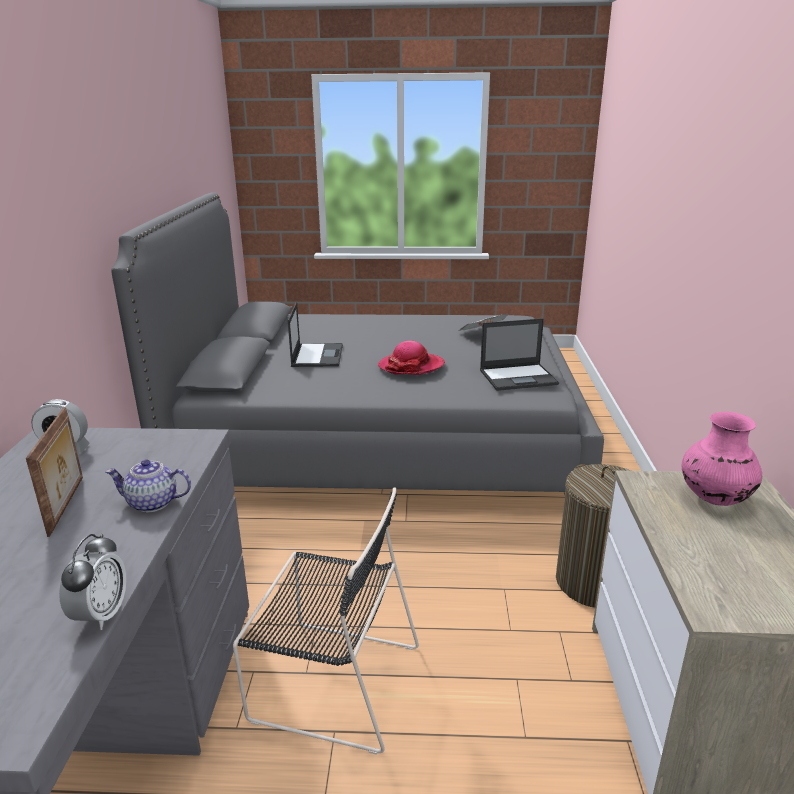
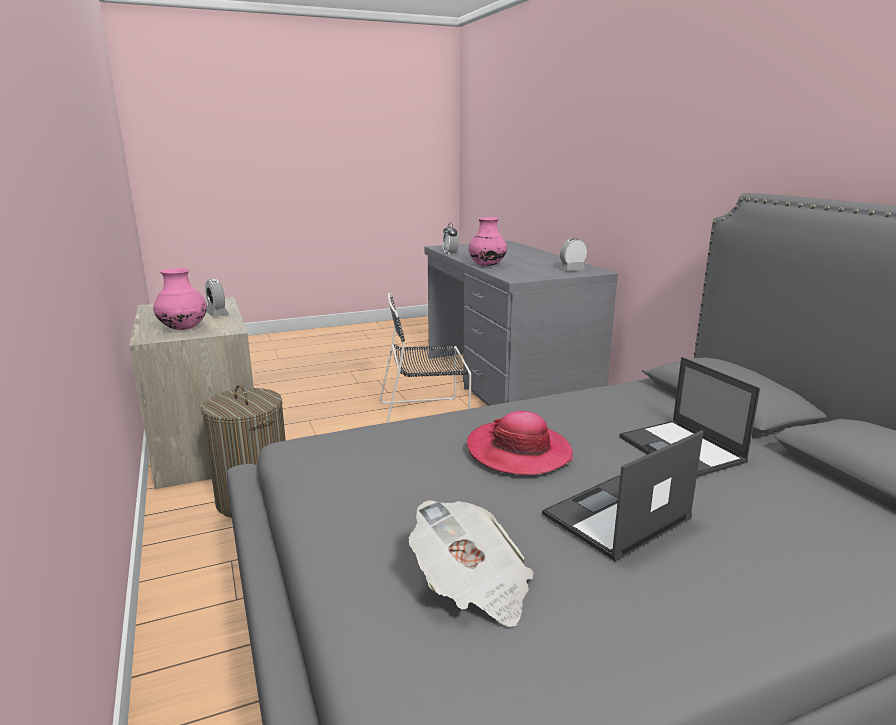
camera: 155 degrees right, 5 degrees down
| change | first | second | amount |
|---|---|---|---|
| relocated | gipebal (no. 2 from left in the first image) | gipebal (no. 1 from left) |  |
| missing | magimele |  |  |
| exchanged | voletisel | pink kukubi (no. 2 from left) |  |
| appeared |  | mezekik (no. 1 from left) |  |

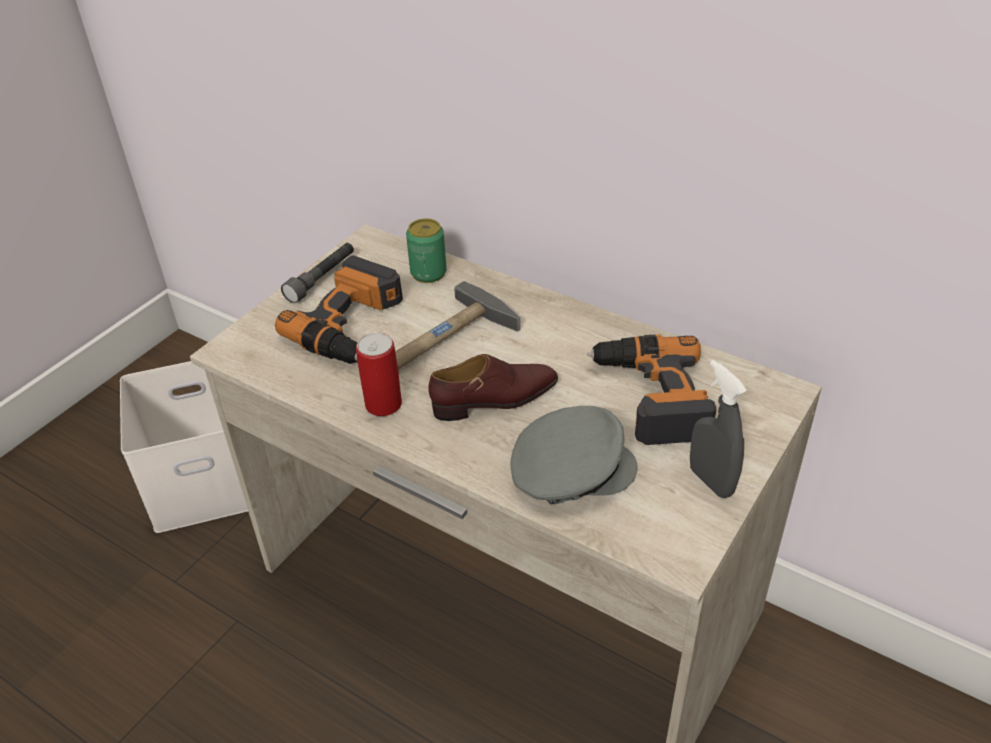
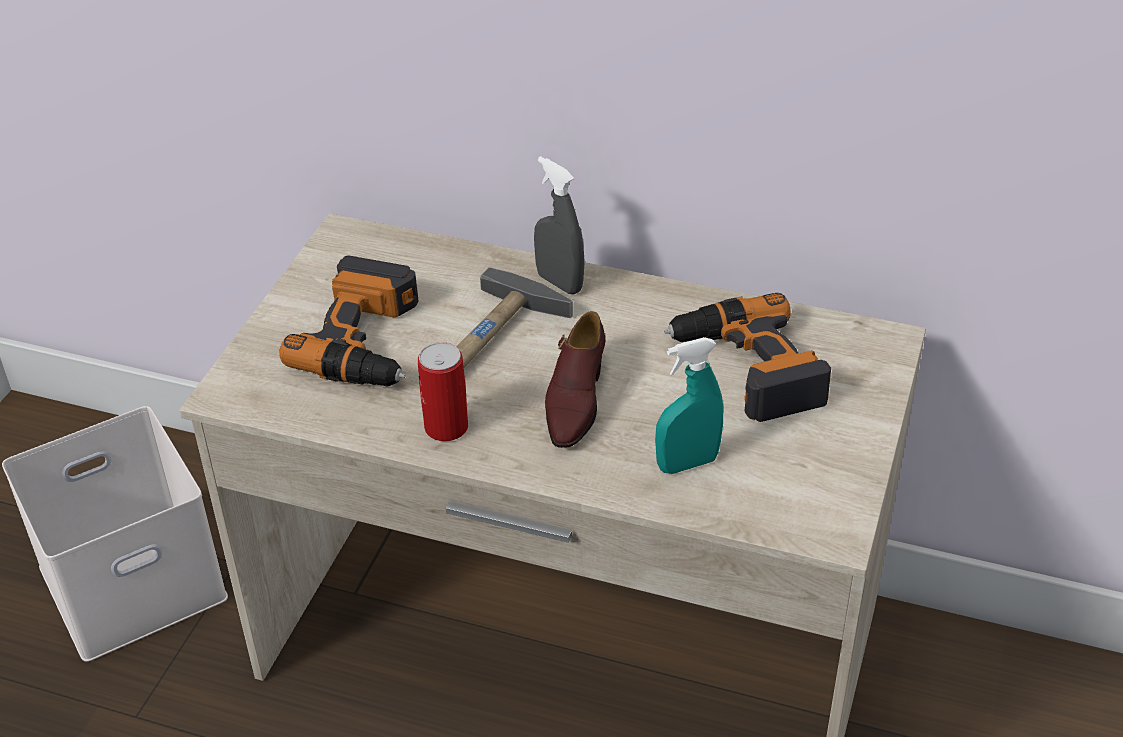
camera: 15 degrees left, 0 degrees up
| change | first | second | amount |
|---|---|---|---|
| missing | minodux (no. 2 from left) |  |  |
| missing | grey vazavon |  |  |
| spun | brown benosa |  | 135 degrees clockwise |
| relocated | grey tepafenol |  |  |
| exchanged | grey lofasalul | turquoise tepafenol |  |

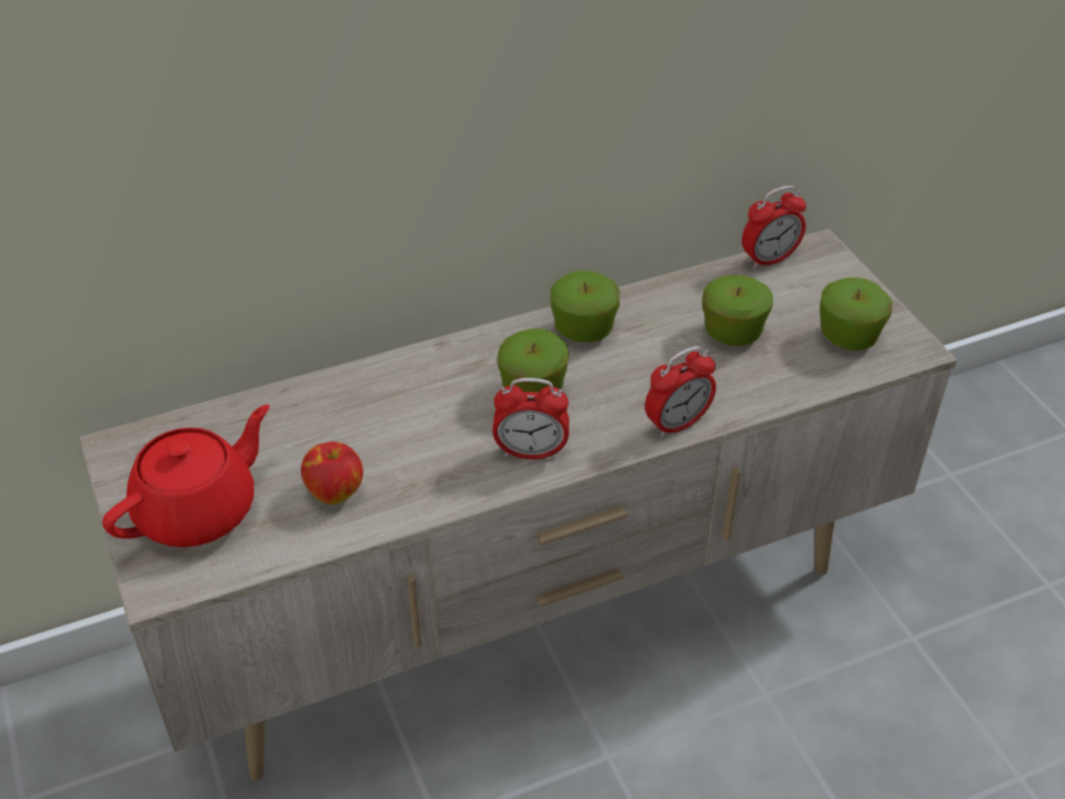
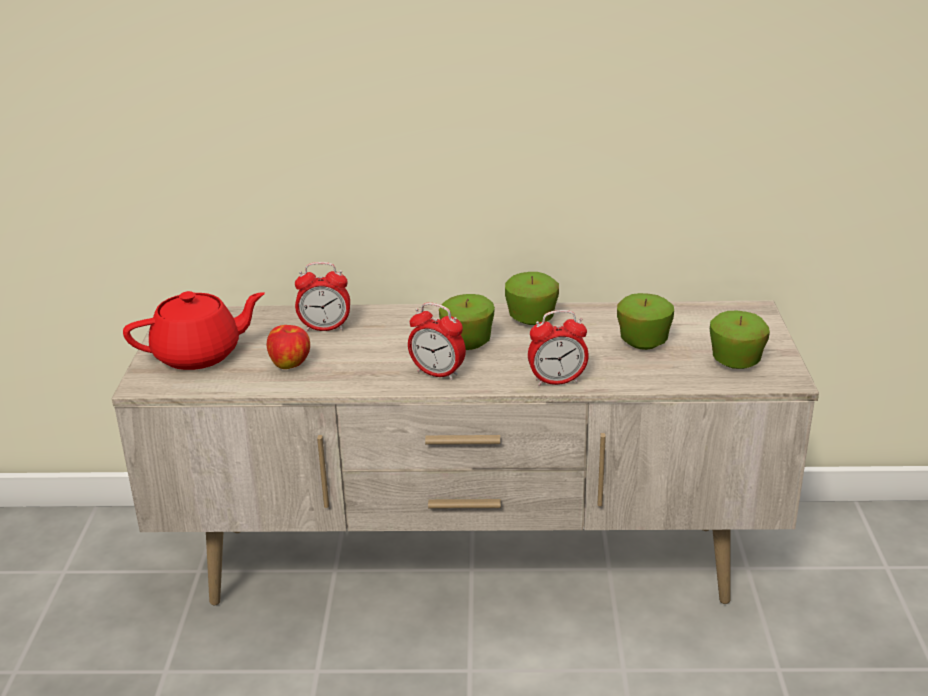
camera: 25 degrees right, 15 degrees down
| change | first | second | amount |
|---|---|---|---|
| relocated | mezekik (no. 3 from left in the first image) | mezekik (no. 1 from left) |  |

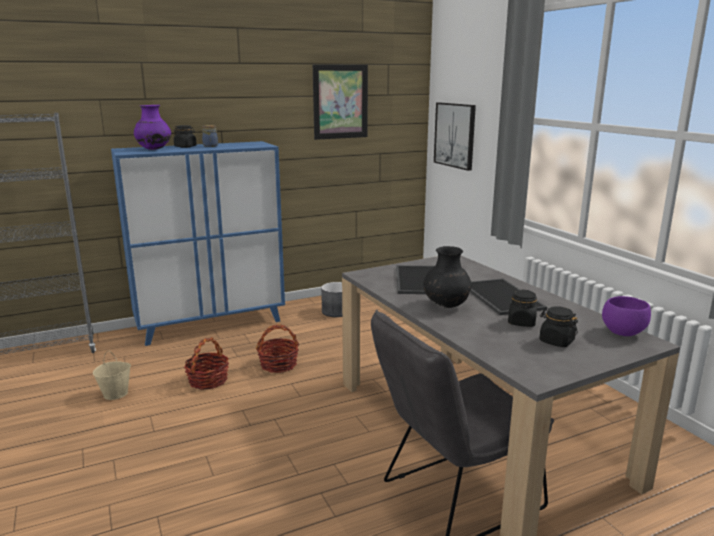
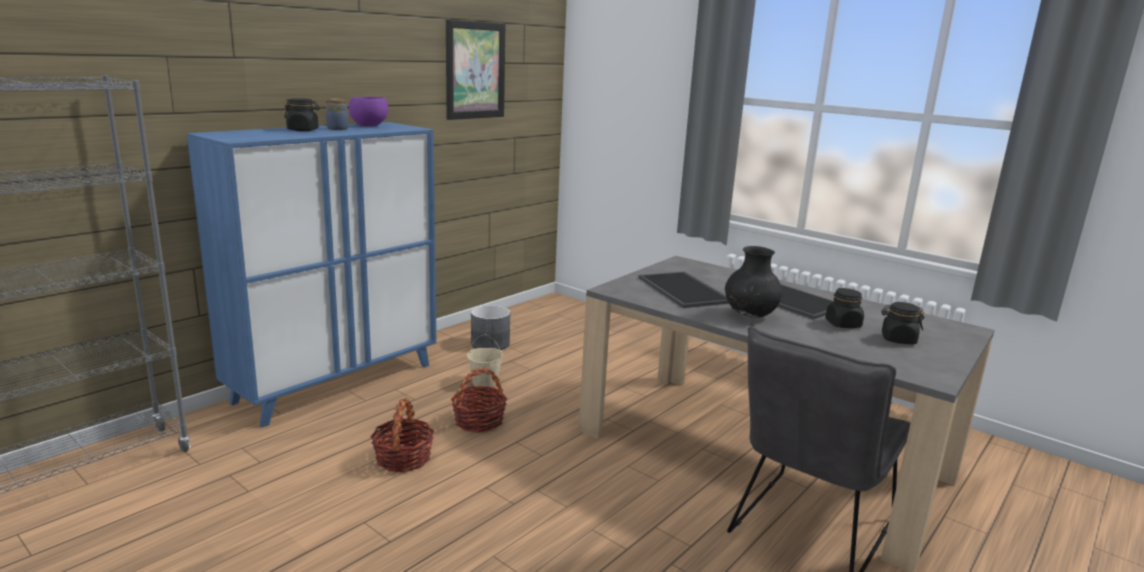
camera: 25 degrees left, 0 degrees up
| change | first | second | amount |
|---|---|---|---|
| missing | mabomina (no. 2 from left) |  |  |
| missing | purple kukubi |  |  |
| relocated | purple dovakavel |  |  |
| relocated | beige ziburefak |  |  |

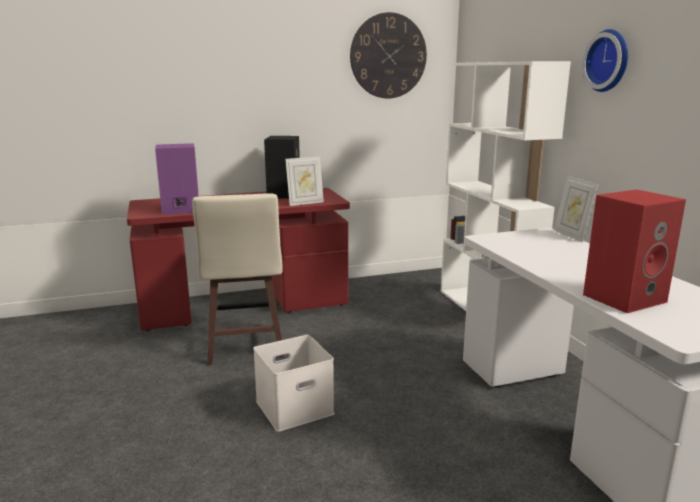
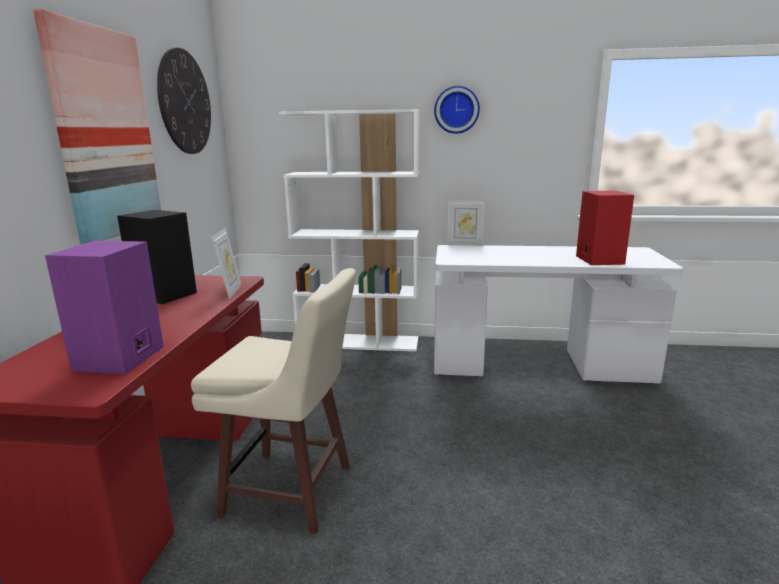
camera: 65 degrees left, 0 degrees up
| change | first | second | amount |
|---|---|---|---|
| missing | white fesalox |  |  |
| appeared |  | mabomina |  |

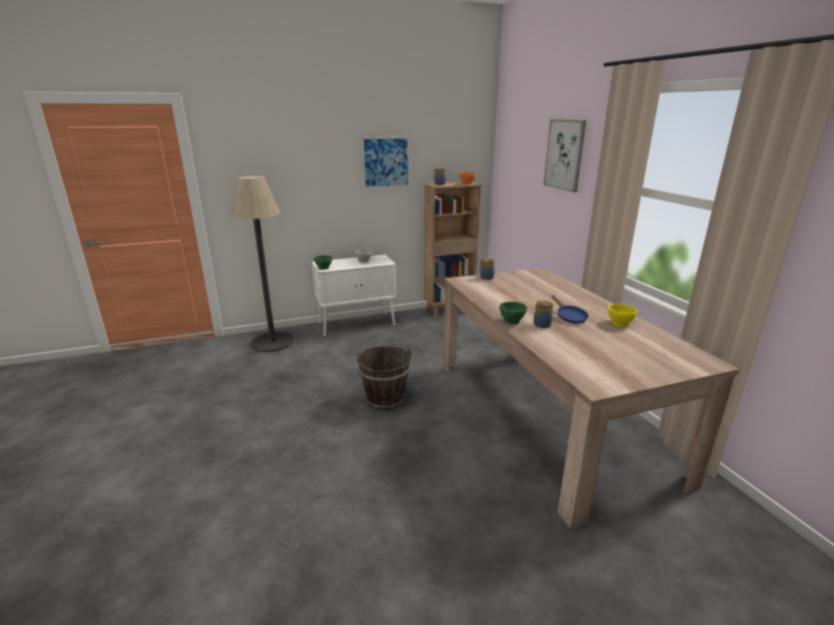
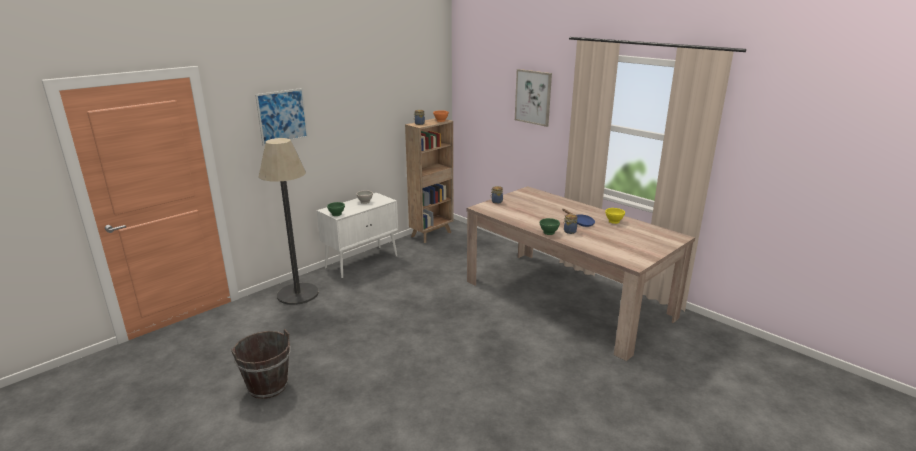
camera: 25 degrees left, 0 degrees up
| change | first | second | amount |
|---|---|---|---|
| relocated | mabomina (no. 1 from left) |  |  |
| relocated | brown ziburefak |  |  |

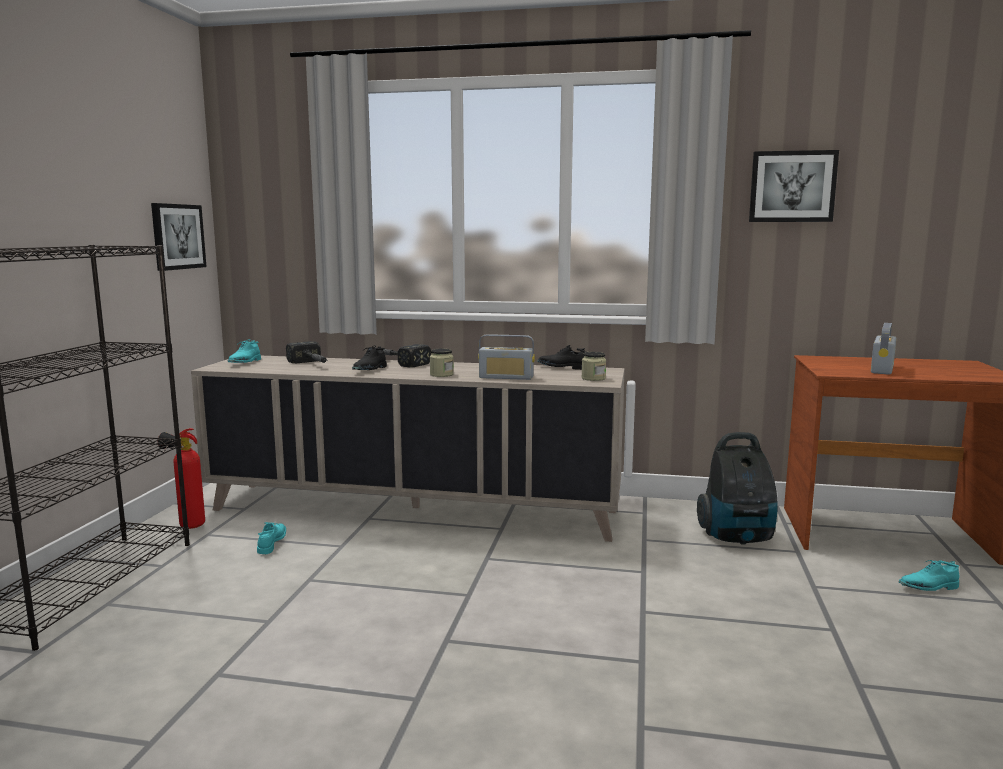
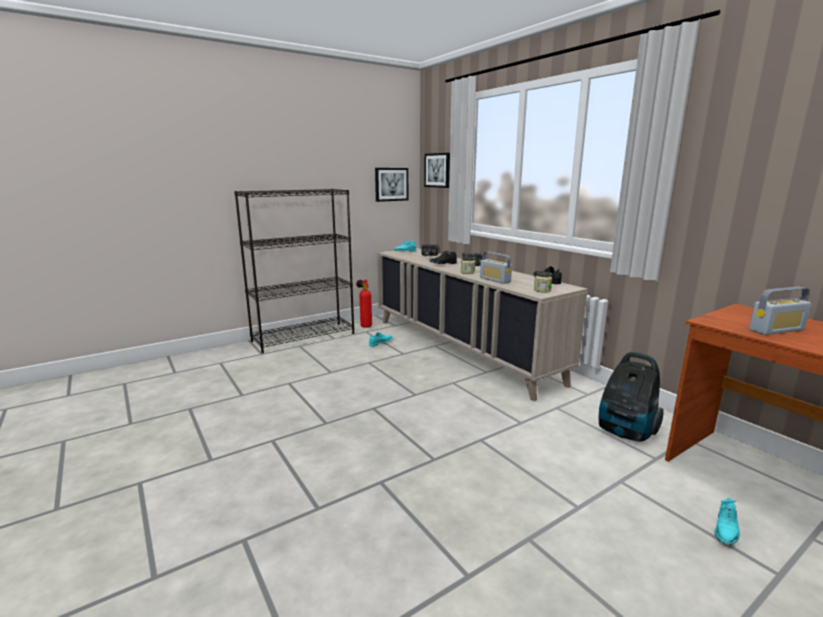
camera: 45 degrees right, 5 degrees up
| change | first | second | amount |
|---|---|---|---|
| relocated | mabomina (no. 2 from left) |  |  |
| spun | turquoise benosa (no. 3 from left) |  | 90 degrees counterclockwise |

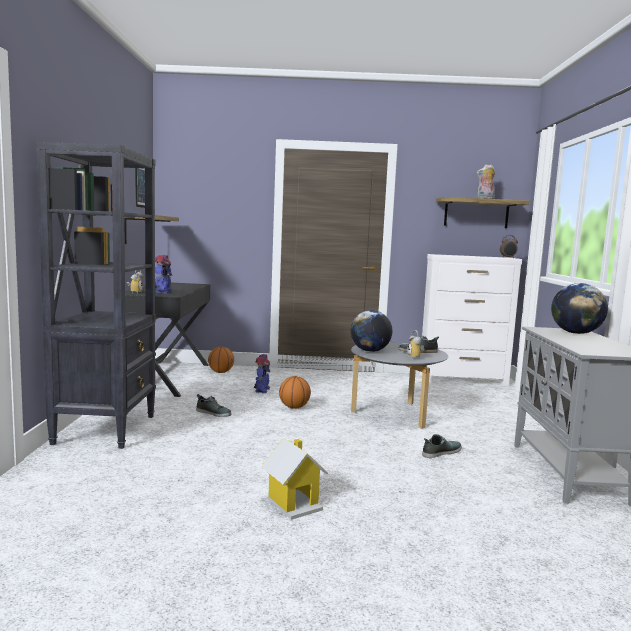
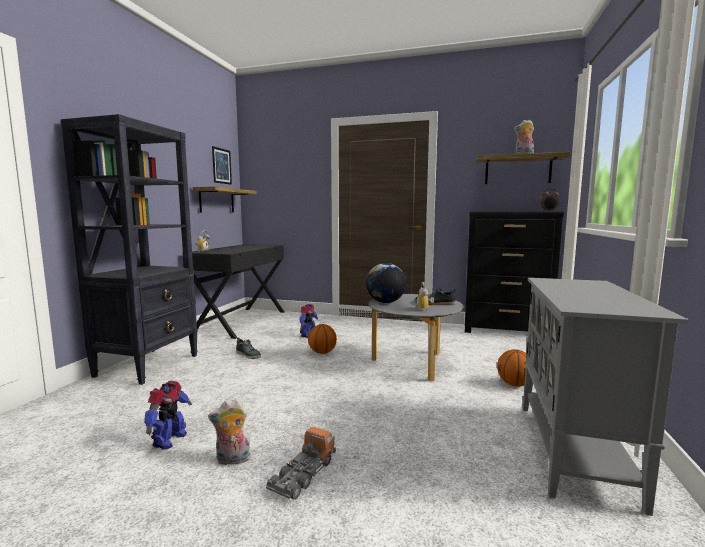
camera: 15 degrees right, 0 degrees up
| change | first | second | amount |
|---|---|---|---|
| colour | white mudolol | black mudolol |  |
| relocated | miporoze (no. 1 from left) |  |  |
| missing | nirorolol (no. 2 from left) |  |  |
| relocated | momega (no. 1 from left in the first image) | momega (no. 2 from left) |  |
| missing | benosa (no. 3 from left) |  |  |
| exchanged | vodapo | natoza (no. 1 from left) |  |
| appeared |  | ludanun |  |

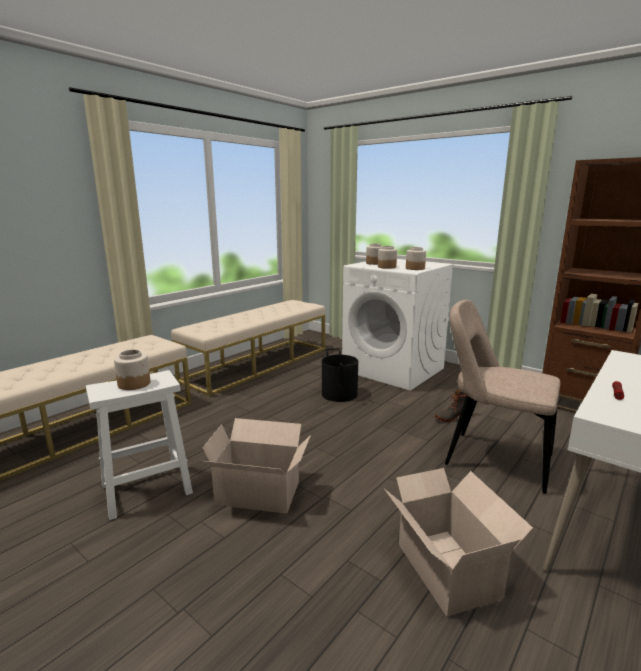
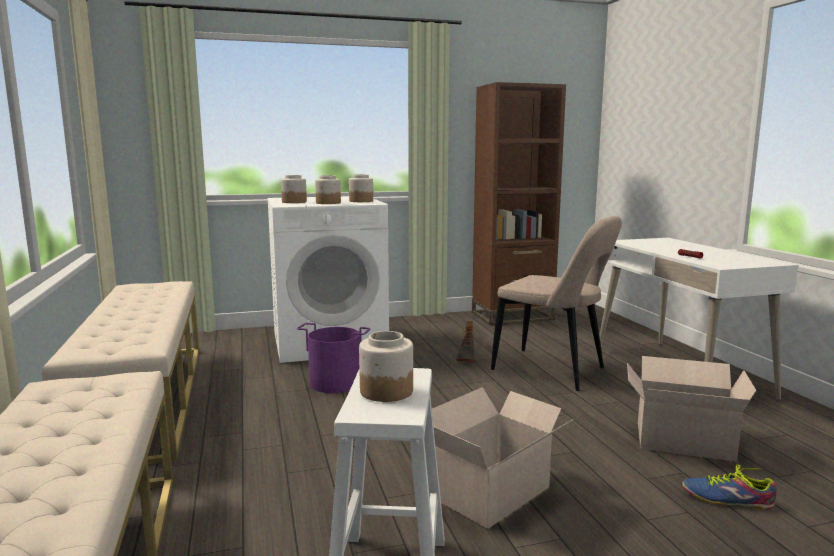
camera: 55 degrees left, 5 degrees down
| change | first | second | amount |
|---|---|---|---|
| spun | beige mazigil |  | 120 degrees counterclockwise |
| colour | black ziburefak | purple ziburefak |  |
| appeared |  | benosa |  |

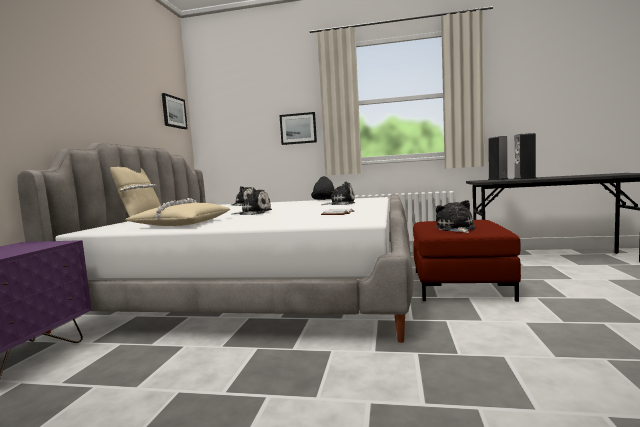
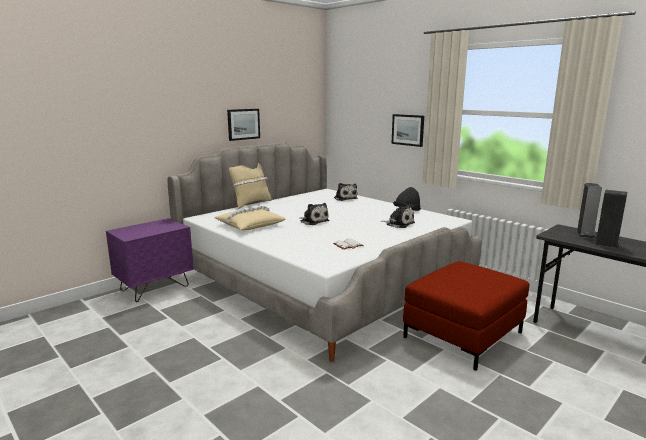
camera: 35 degrees right, 10 degrees up
| change | first | second | amount |
|---|---|---|---|
| relocated | mabomina (no. 1 from left) |  |  |
| missing | natoza (no. 4 from left) |  |  |

